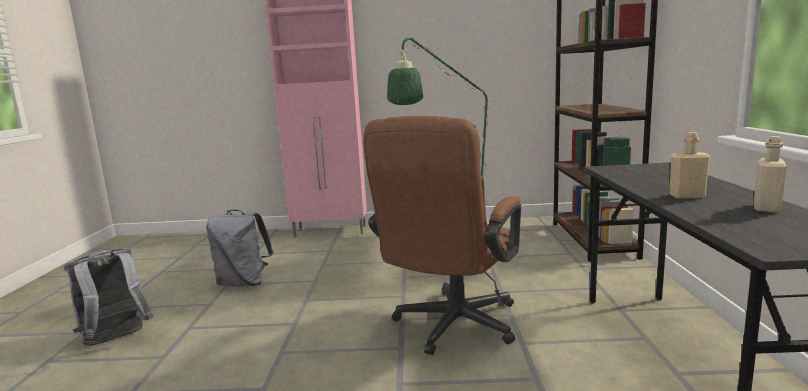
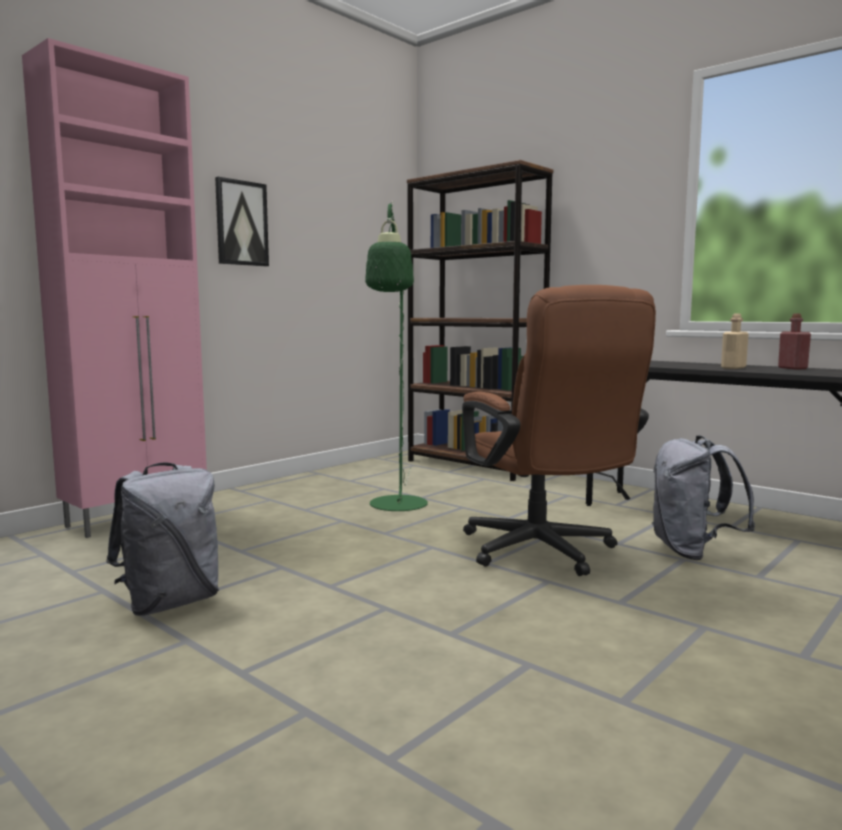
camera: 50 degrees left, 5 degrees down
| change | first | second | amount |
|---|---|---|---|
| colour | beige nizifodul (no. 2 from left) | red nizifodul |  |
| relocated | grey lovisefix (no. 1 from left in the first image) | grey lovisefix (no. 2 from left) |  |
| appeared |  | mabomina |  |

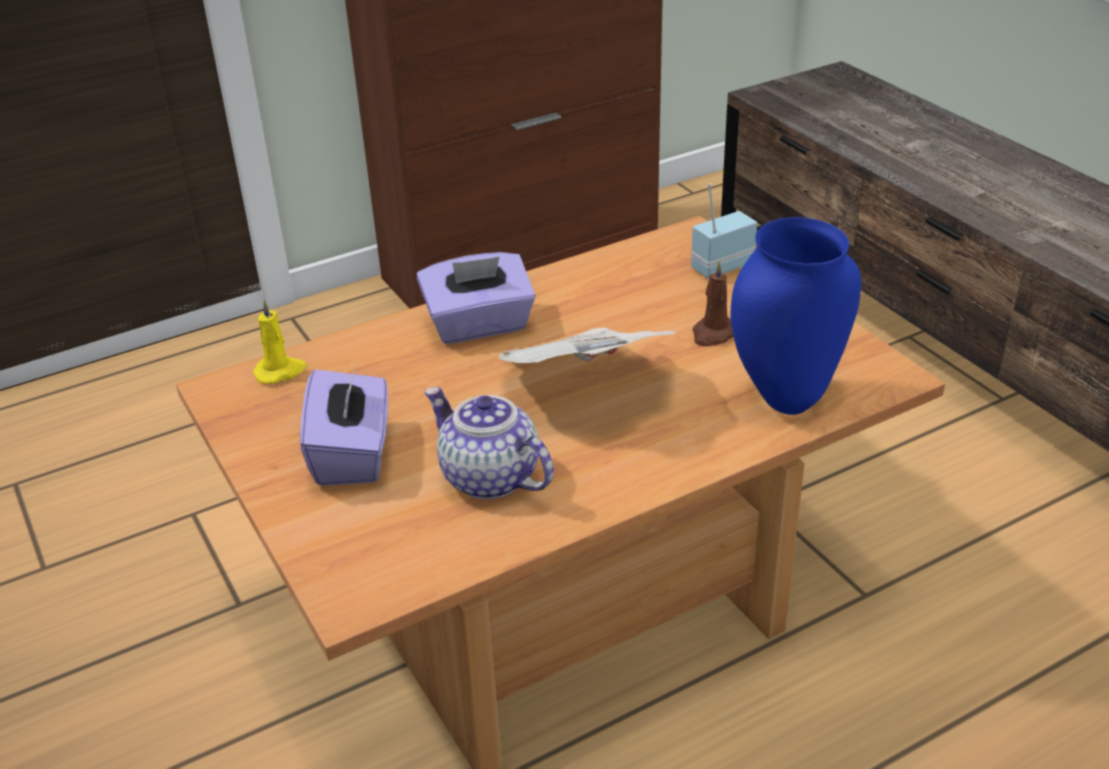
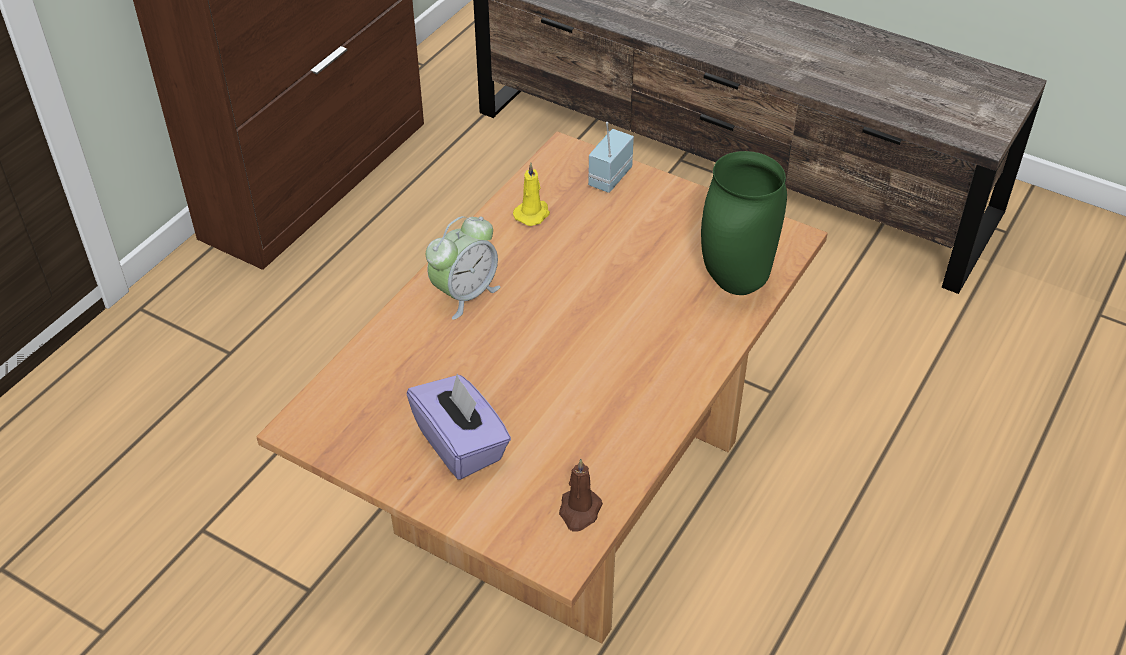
camera: 30 degrees left, 10 degrees up
| change | first | second | amount |
|---|---|---|---|
| colour | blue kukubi | green kukubi |  |
| exchanged | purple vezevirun (no. 2 from left) | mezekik |  |
| relocated | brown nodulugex |  |  |
| relocated | yellow nodulugex |  |  |
| missing | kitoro |  |  |
| missing | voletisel |  |  |

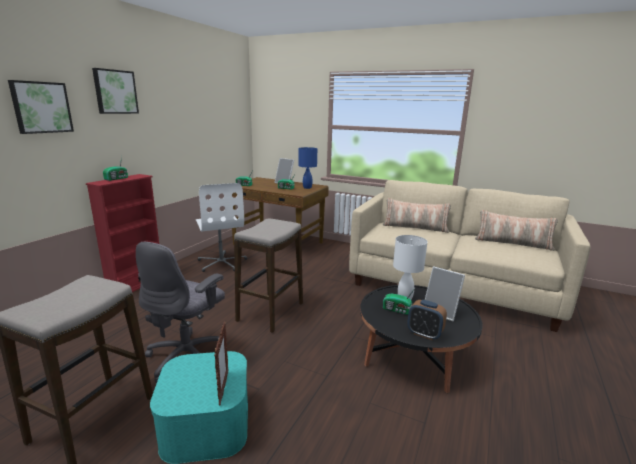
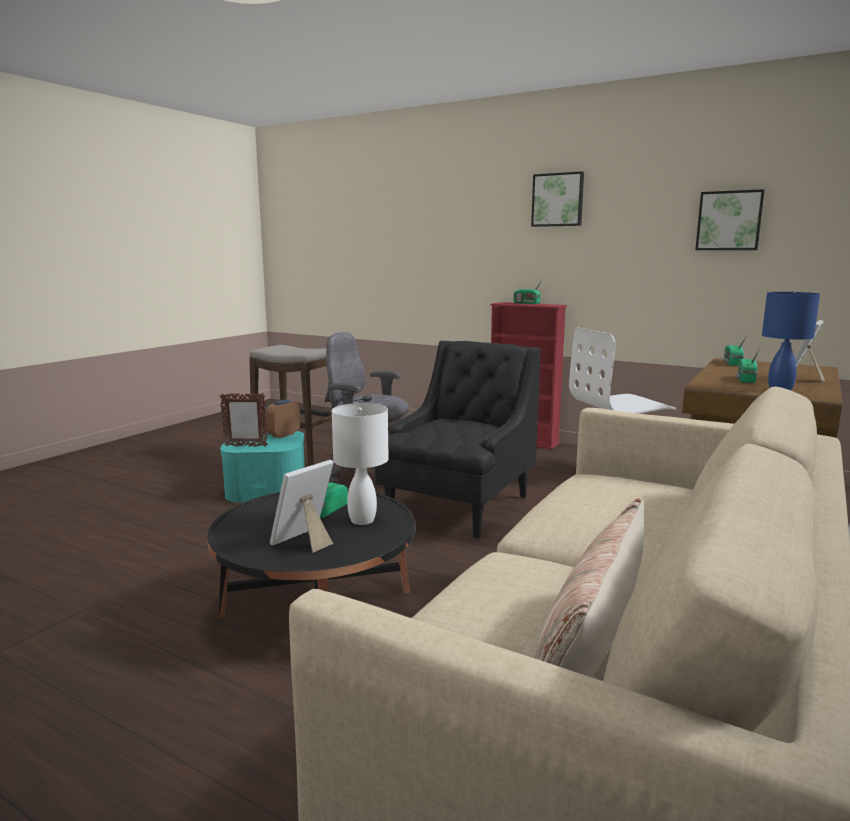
camera: 95 degrees right, 5 degrees down
| change | first | second | amount |
|---|---|---|---|
| relocated | mabomina (no. 1 from left in the first image) | mabomina (no. 2 from left) |  |
| missing | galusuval (no. 1 from left) |  |  |
| exchanged | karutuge (no. 2 from left) | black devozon |  |
| relocated | mezekik |  |  |

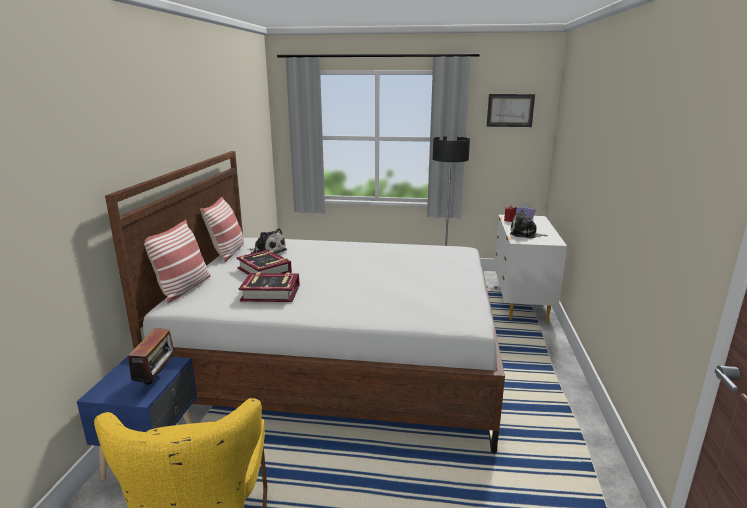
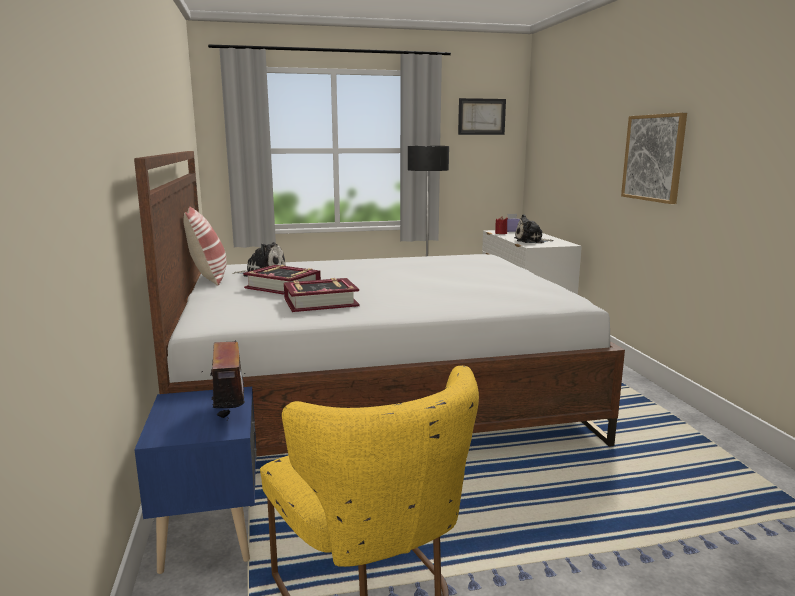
camera: 20 degrees left, 5 degrees down
| change | first | second | amount |
|---|---|---|---|
| missing | galusuval (no. 1 from left) |  |  |
| appeared |  | mabomina (no. 2 from left) |  |

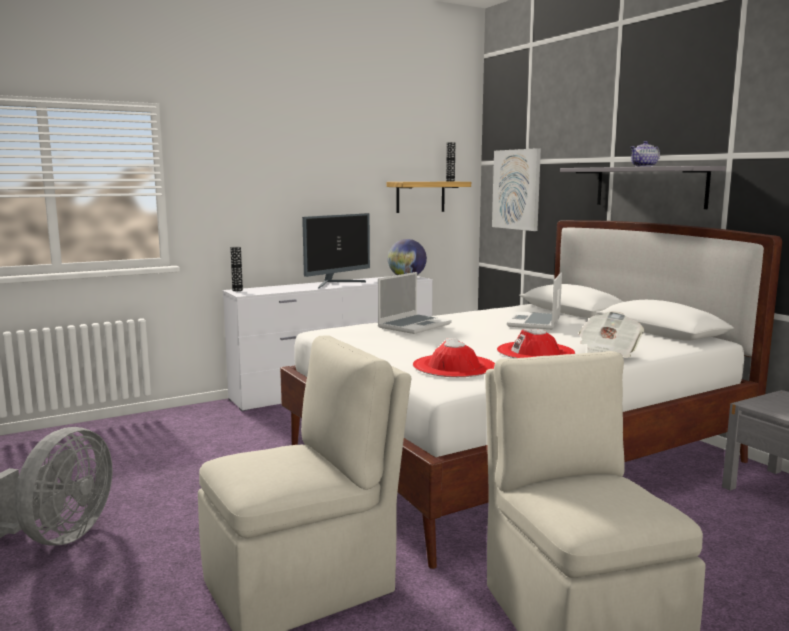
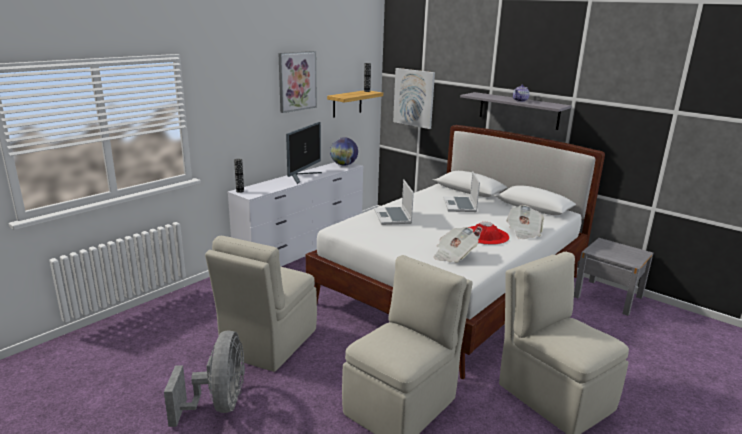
camera: 20 degrees left, 10 degrees up
| change | first | second | amount |
|---|---|---|---|
| spun | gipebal (no. 1 from left) |  | 150 degrees clockwise |
| exchanged | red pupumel (no. 1 from left) | kitoro (no. 1 from left) |  |
| appeared |  | mabomina (no. 1 from left) |  |
| appeared |  | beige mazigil (no. 1 from left) |  |

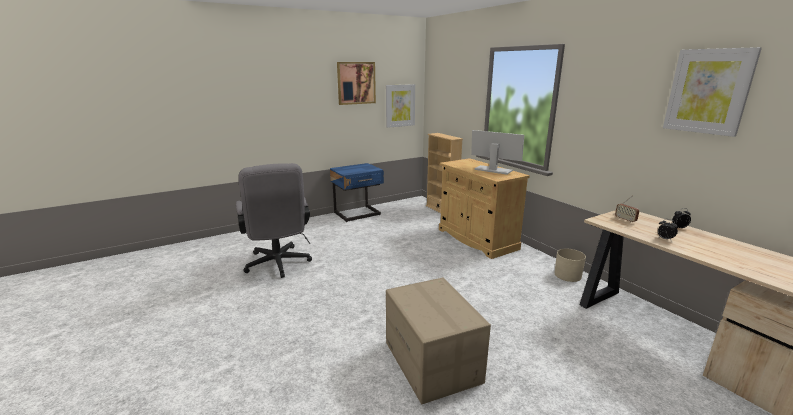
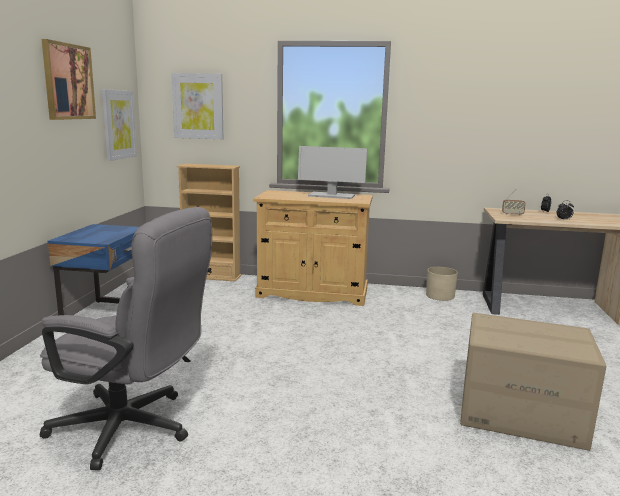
camera: 50 degrees left, 5 degrees down
| change | first | second | amount |
|---|---|---|---|
| relocated | mabomina (no. 3 from left) |  |  |
| spun | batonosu |  | 150 degrees counterclockwise |

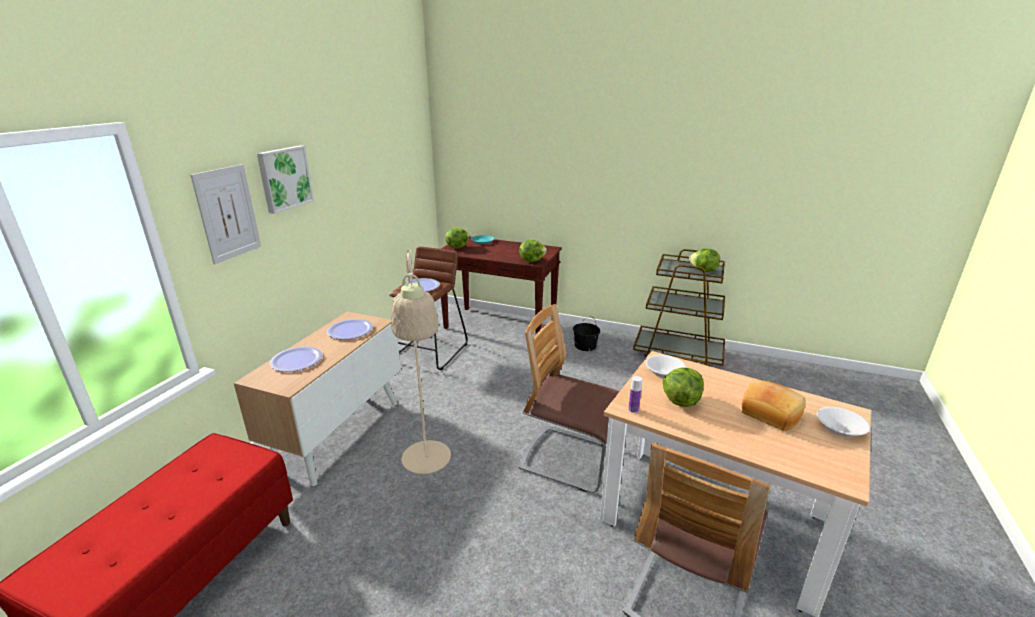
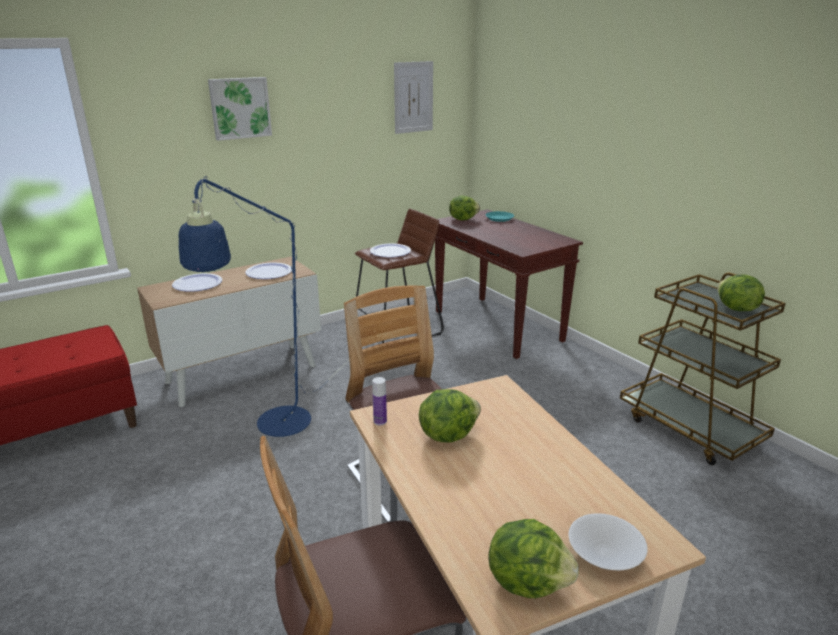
camera: 35 degrees right, 0 degrees up
| change | first | second | amount |
|---|---|---|---|
| relocated | mabomina (no. 1 from left in the first image) | mabomina (no. 2 from left) |  |
| relocated | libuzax (no. 2 from left in the first image) | libuzax (no. 3 from left) |  |
| colour | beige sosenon | blue sosenon |  |
| missing | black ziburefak |  |  |
| missing | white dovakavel (no. 1 from left) |  |  |
| missing | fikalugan |  |  |

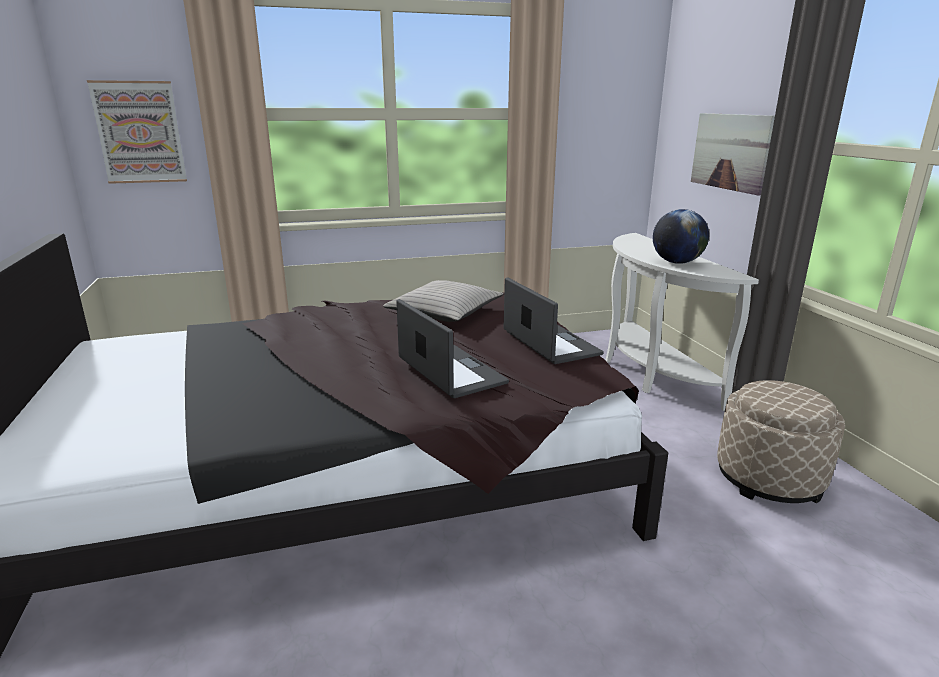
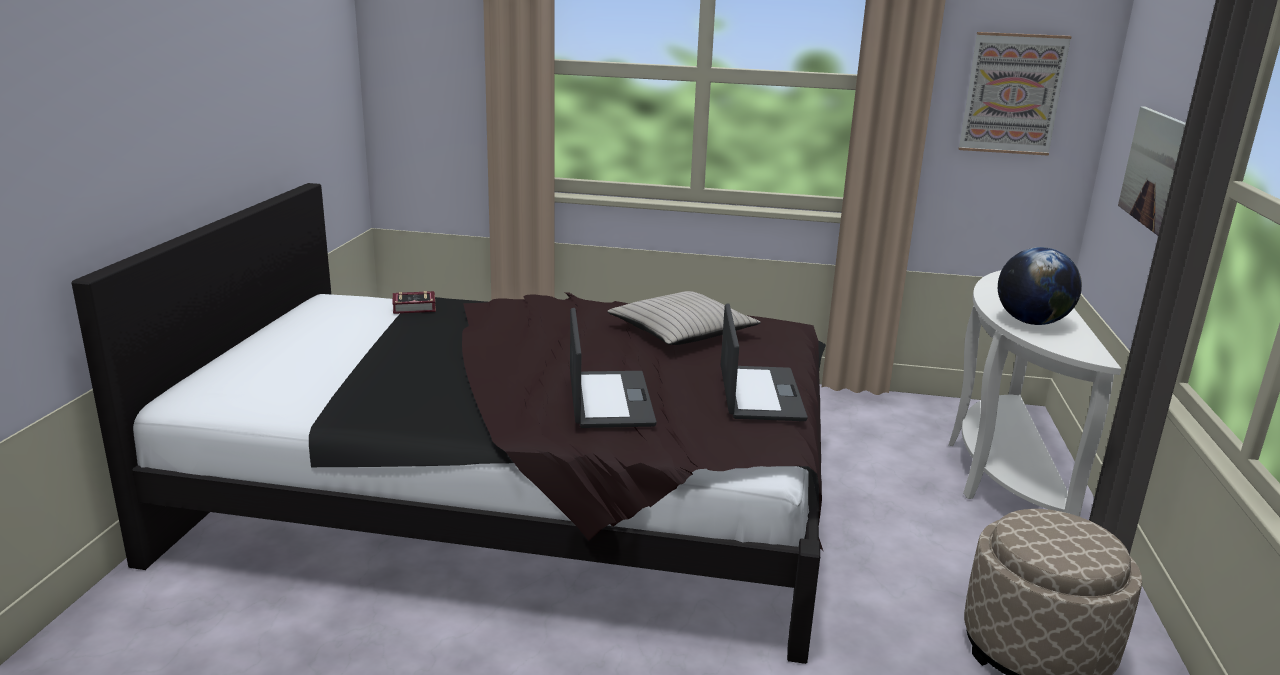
camera: 25 degrees right, 0 degrees up
| change | first | second | amount |
|---|---|---|---|
| relocated | mabomina (no. 1 from left) |  |  |
| appeared |  | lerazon |  |

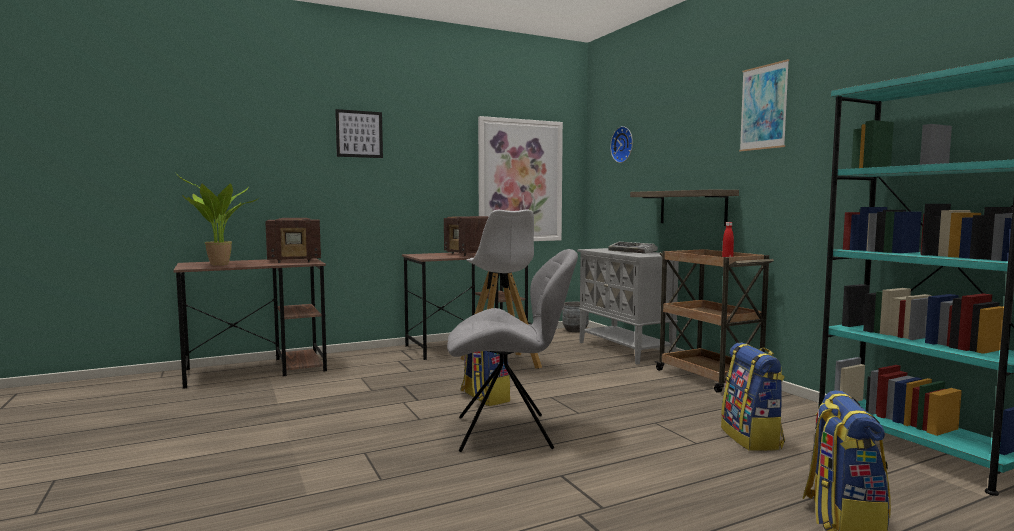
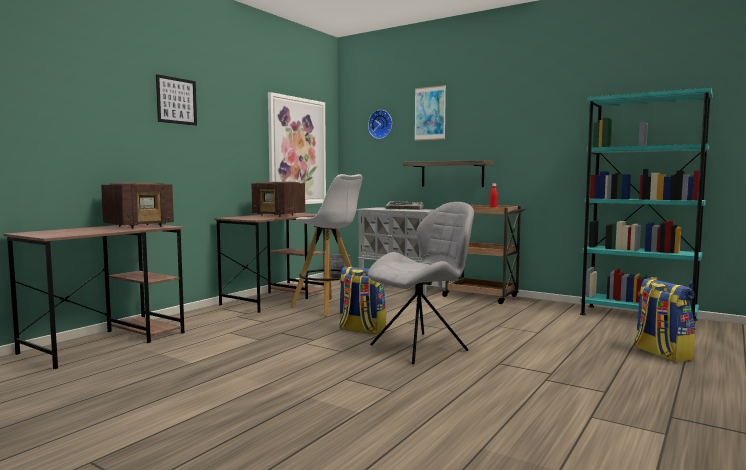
camera: 30 degrees left, 0 degrees up
| change | first | second | amount |
|---|---|---|---|
| relocated | mabomina (no. 3 from left) |  |  |
| missing | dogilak |  |  |
| missing | lovisefix (no. 2 from left) |  |  |

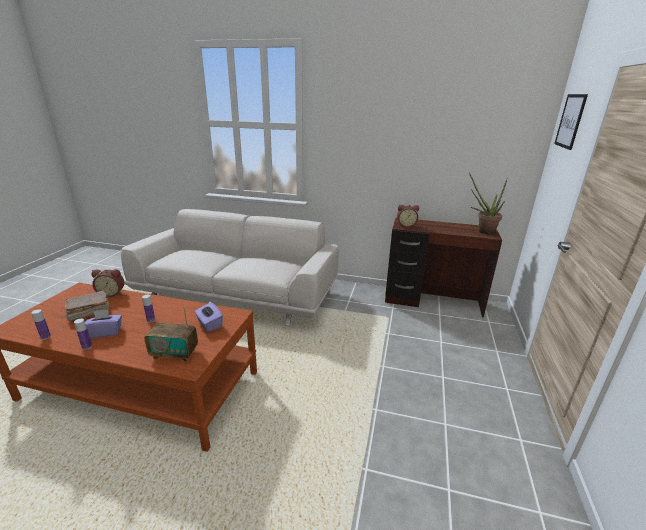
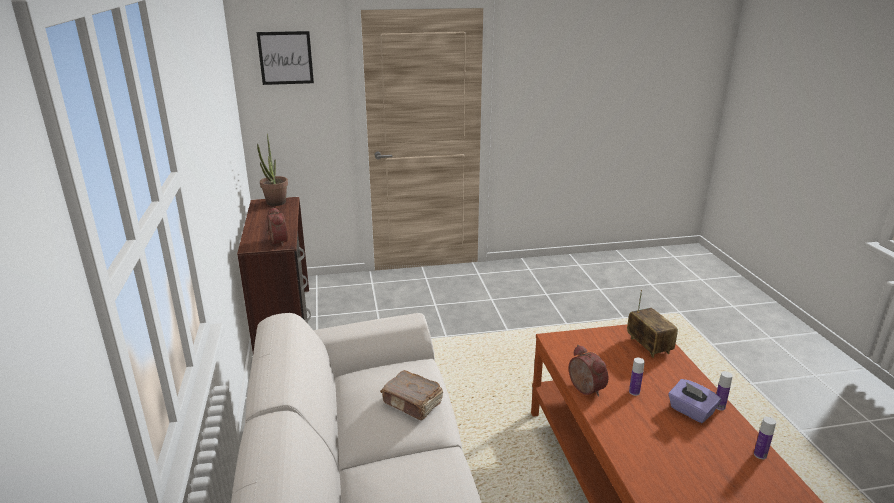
camera: 115 degrees left, 0 degrees up
| change | first | second | amount |
|---|---|---|---|
| relocated | mezekik (no. 1 from left in the first image) | mezekik (no. 2 from left) |  |
| relocated | brown lerazon |  |  |
| missing | purple vezevirun (no. 2 from left) |  |  |

